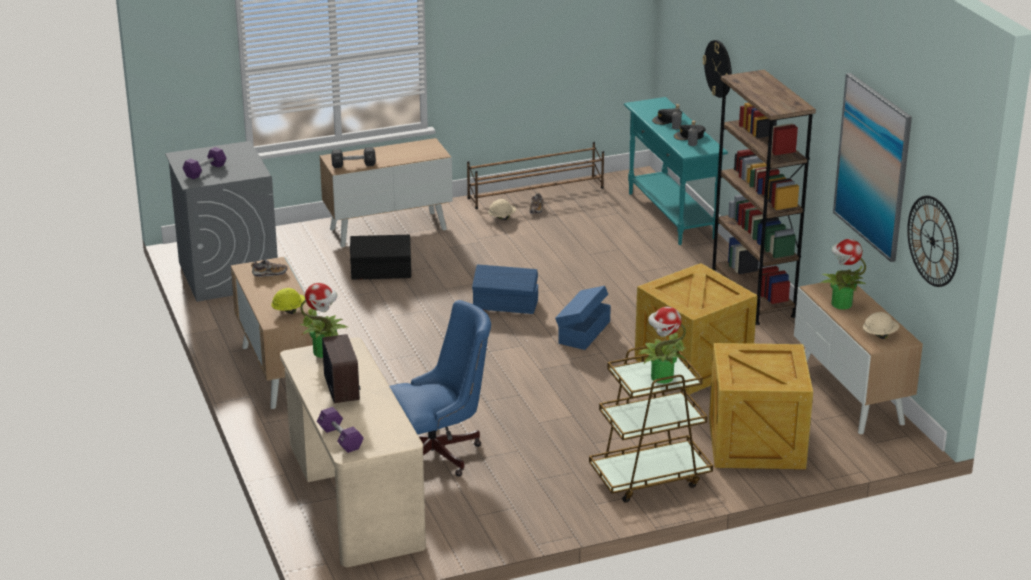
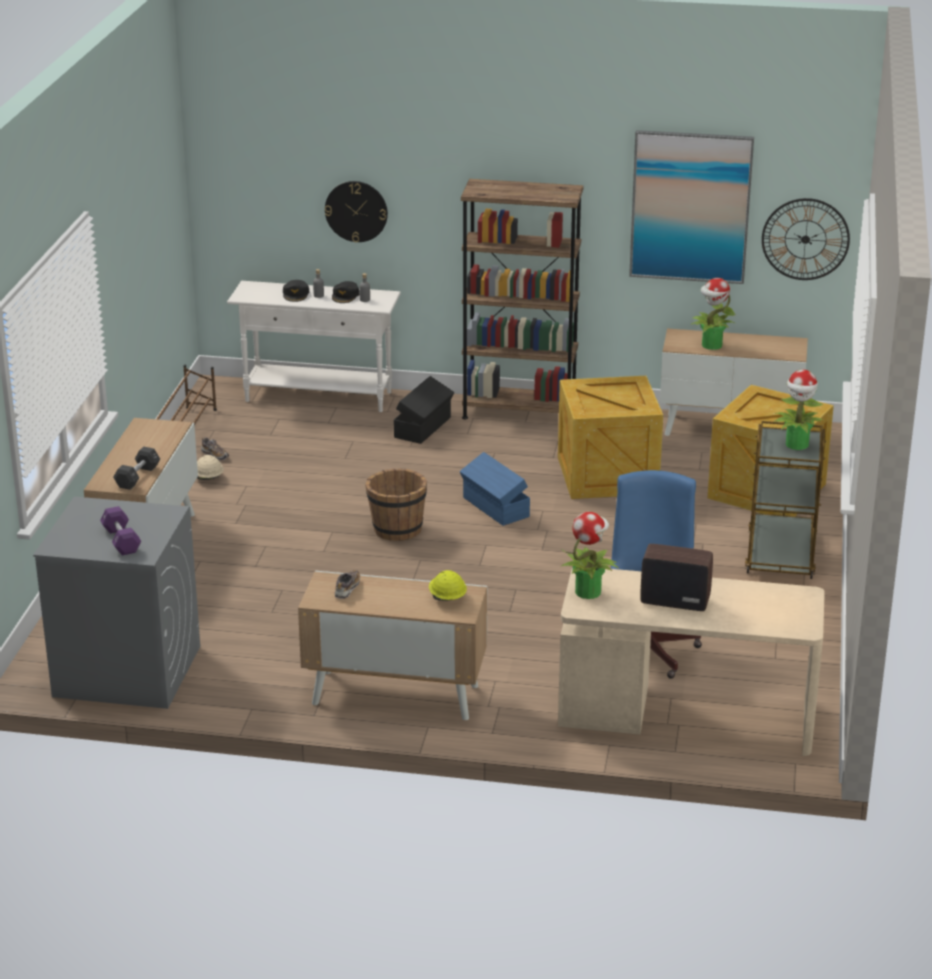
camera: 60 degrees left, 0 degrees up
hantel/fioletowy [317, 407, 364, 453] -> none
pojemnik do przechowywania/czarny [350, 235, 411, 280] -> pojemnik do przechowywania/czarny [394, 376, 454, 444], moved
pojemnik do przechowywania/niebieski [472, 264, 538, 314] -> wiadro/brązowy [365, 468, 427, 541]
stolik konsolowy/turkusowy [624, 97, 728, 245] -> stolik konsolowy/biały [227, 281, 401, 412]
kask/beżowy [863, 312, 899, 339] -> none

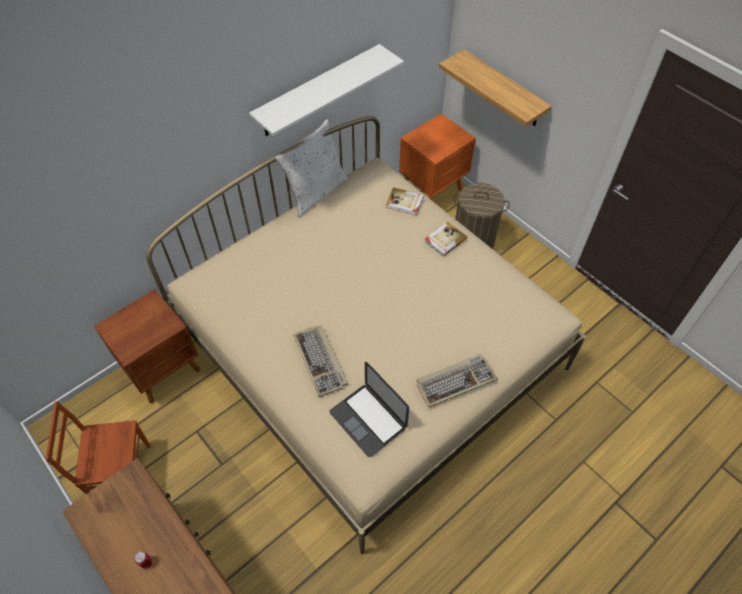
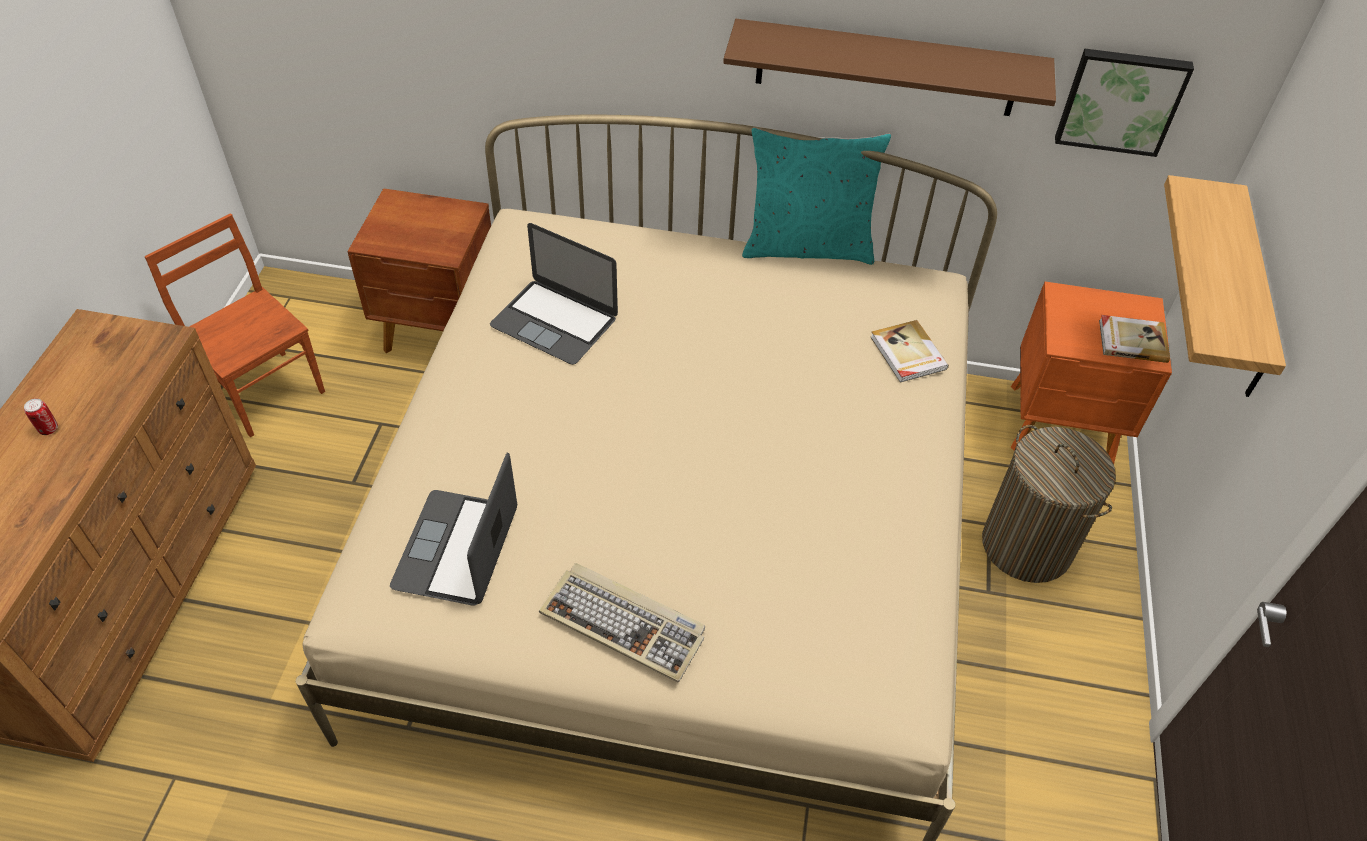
camera: 50 degrees right, 5 degrees down
półka/biały [249, 44, 404, 136] -> półka/brązowy [723, 19, 1056, 116]
poduszka/biały [275, 119, 348, 217] -> poduszka/turkusowy [742, 128, 891, 265]
klawiatura [293, 325, 347, 397] -> none
książka [424, 222, 467, 257] -> książka [1099, 315, 1170, 363], moved
none -> laptop [490, 223, 618, 365]
none -> obraz [1055, 49, 1194, 157]

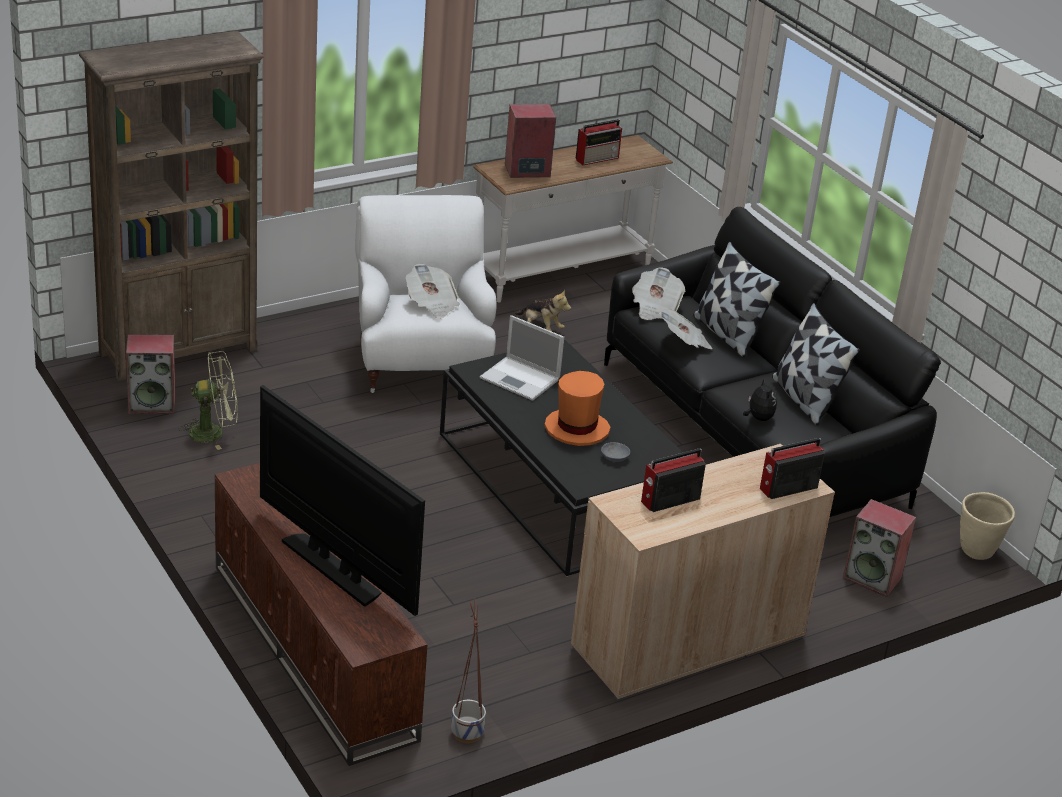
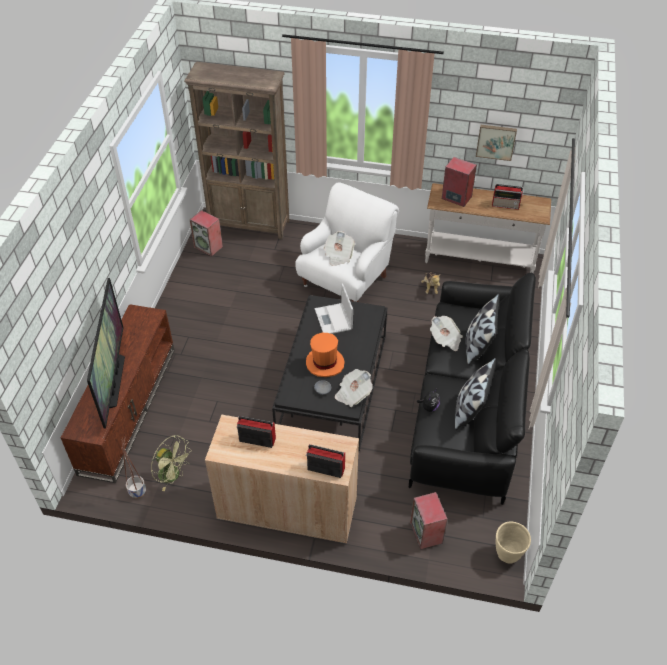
camera: 45 degrees right, 15 degrees up
wentylator/zielony [179, 351, 238, 450] -> wentylator/zielony [151, 435, 192, 491], moved
gazeta [632, 267, 685, 320] -> gazeta [335, 369, 373, 407], moved
none -> obraz [476, 125, 517, 161]

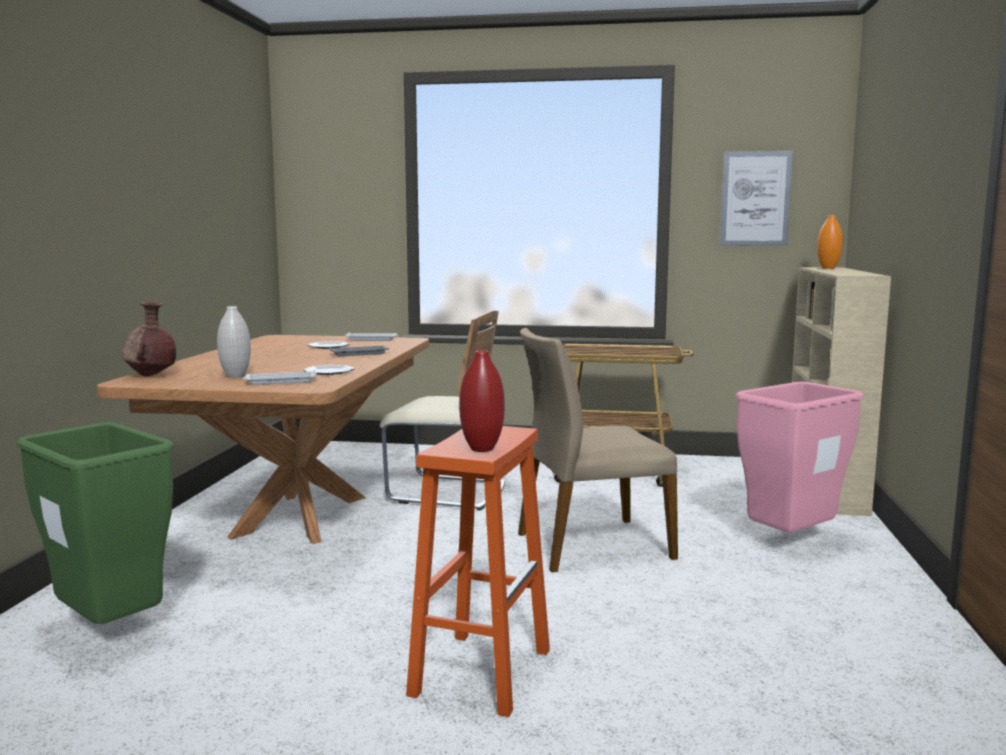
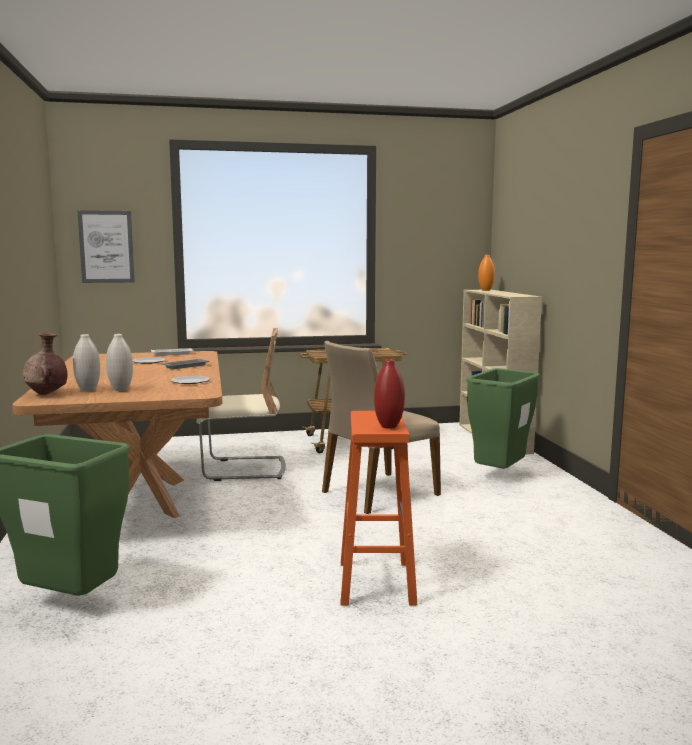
camera: 20 degrees left, 0 degrees up
taca/biały [242, 370, 317, 385] -> none
obraz [720, 151, 793, 246] -> obraz [77, 210, 135, 283], moved
kosz na śmieci/różowy [736, 382, 864, 532] -> kosz na śmieci/zielony [466, 368, 540, 469]
none -> wazon/biały [73, 334, 100, 392]

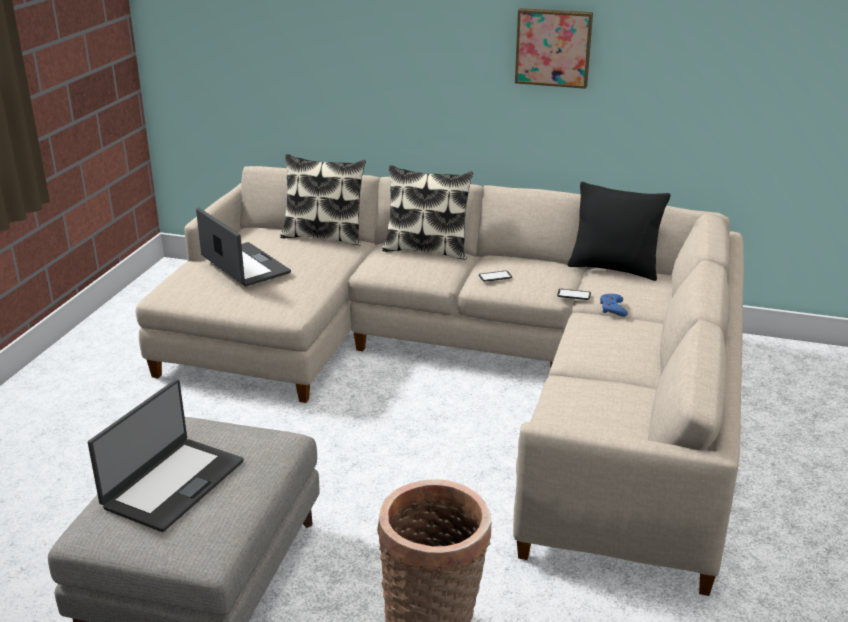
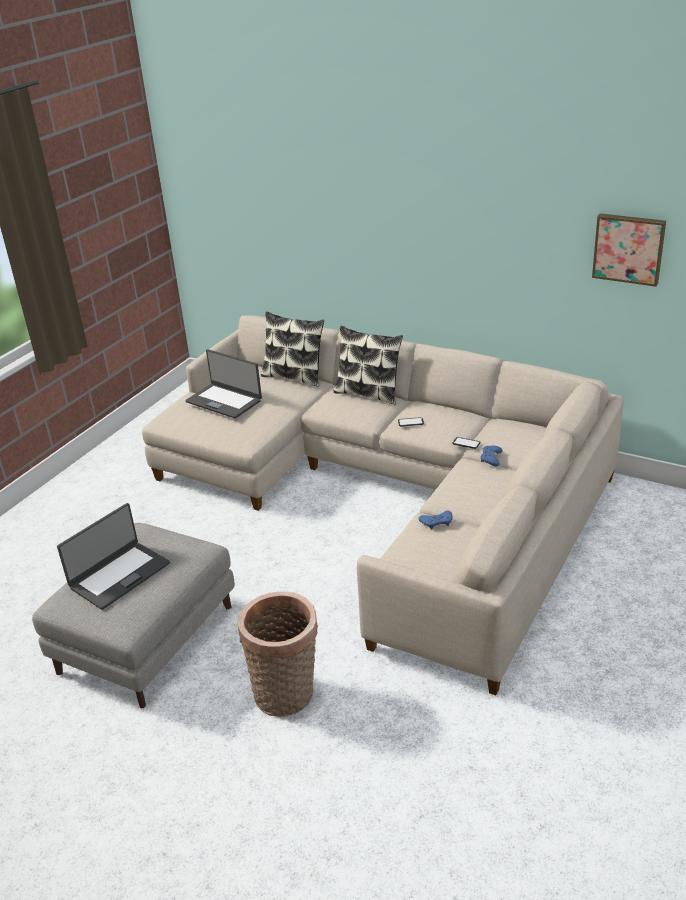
camera: 15 degrees right, 5 degrees up
laptop [196, 208, 291, 286] -> laptop [185, 349, 262, 419], 150 degrees clockwise
obraz [515, 8, 593, 89] -> obraz [592, 214, 666, 287], moved
poduszka/czarny [568, 182, 671, 281] -> none
none -> pad do gier/niebieski [419, 510, 452, 530]

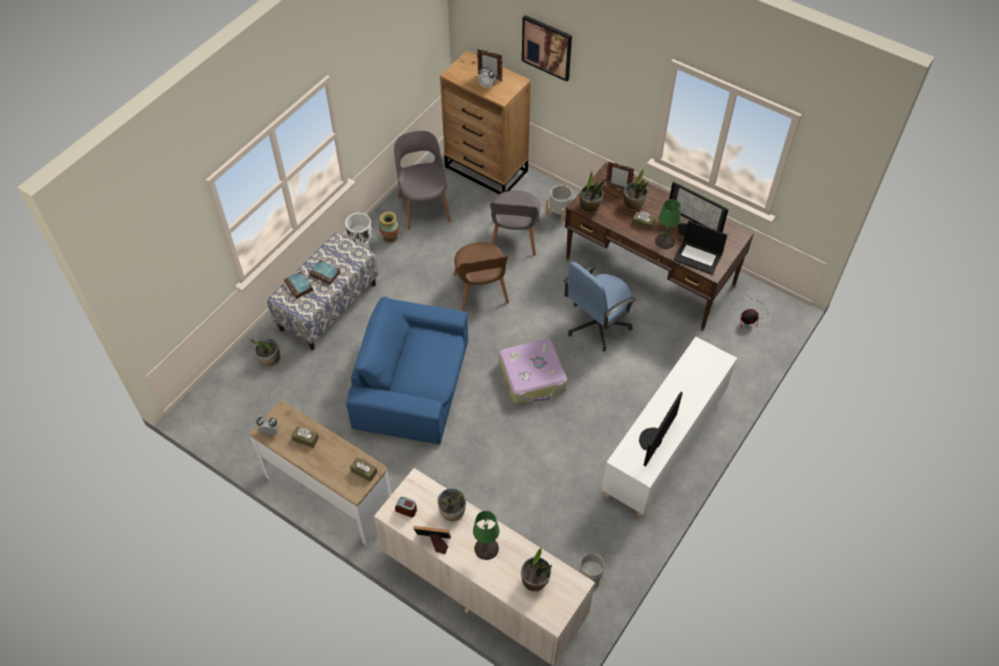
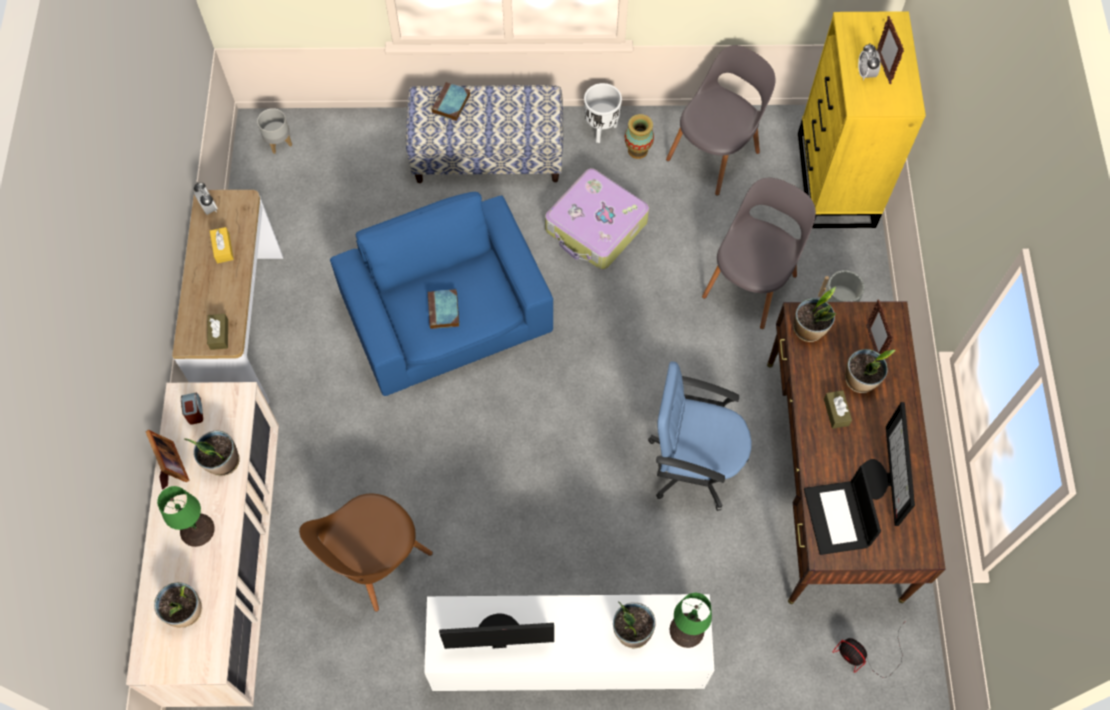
camera: 55 degrees right, 10 degrees up
roślina doniczkowa [251, 338, 280, 366] -> roślina doniczkowa [613, 601, 655, 648], moved
pudełko chusteczek/brązowy [291, 426, 319, 448] -> pudełko chusteczek/żółty [210, 227, 234, 263]
książka [309, 260, 341, 285] -> książka [428, 289, 459, 329], moved
komoda/brązowy [440, 51, 531, 194] -> komoda/żółty [798, 11, 926, 228]
krzesło/brązowy [454, 242, 509, 311] -> krzesło/brązowy [299, 494, 433, 612], moved
krzesło/szary [490, 191, 540, 256] -> krzesło/szary [702, 178, 816, 329], 150 degrees clockwise
walizka [499, 338, 567, 404] -> walizka [545, 168, 649, 270], moved
obraz [522, 15, 572, 82] -> none
donica/szary [579, 553, 604, 586] -> donica/szary [257, 108, 292, 154], moved
lampa stołowa/zielony [655, 199, 681, 249] -> lampa stołowa/zielony [670, 593, 712, 648], moved

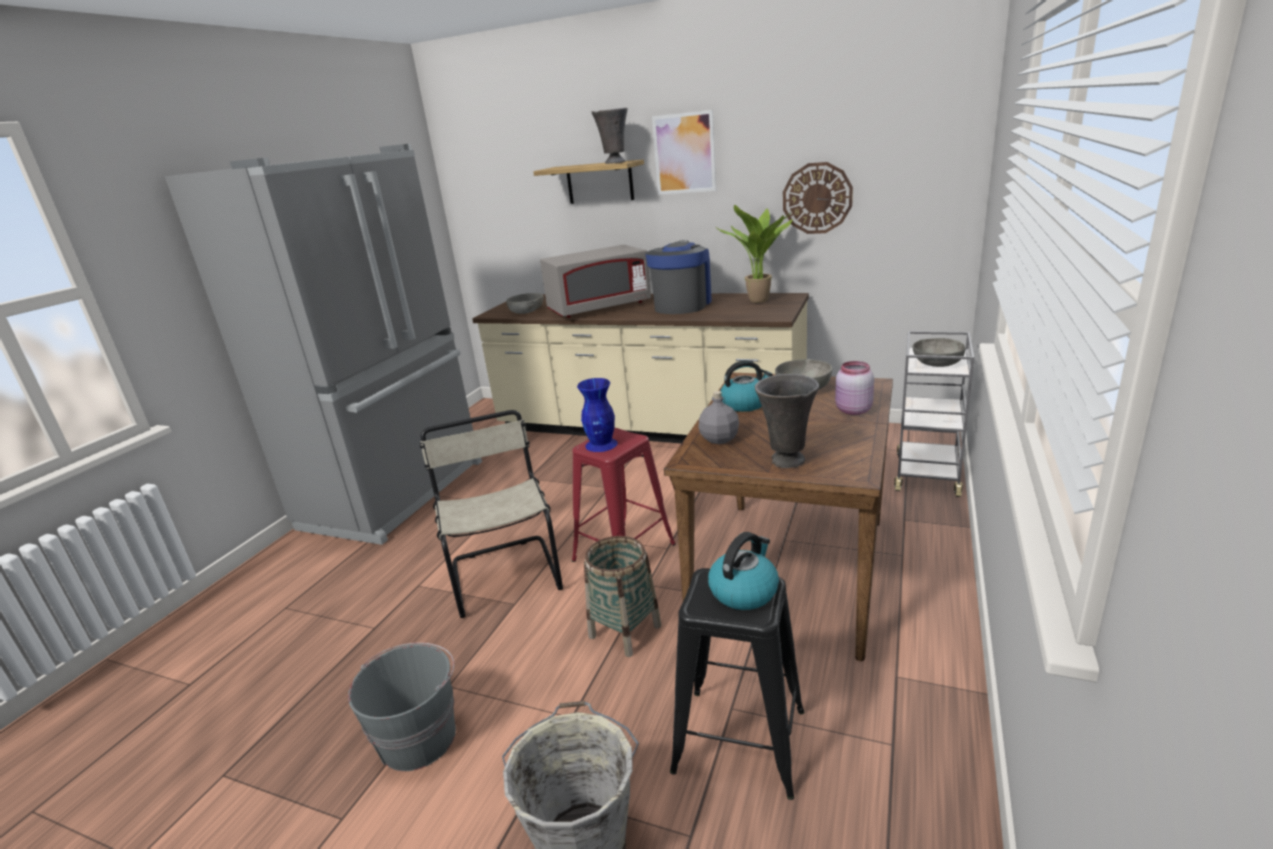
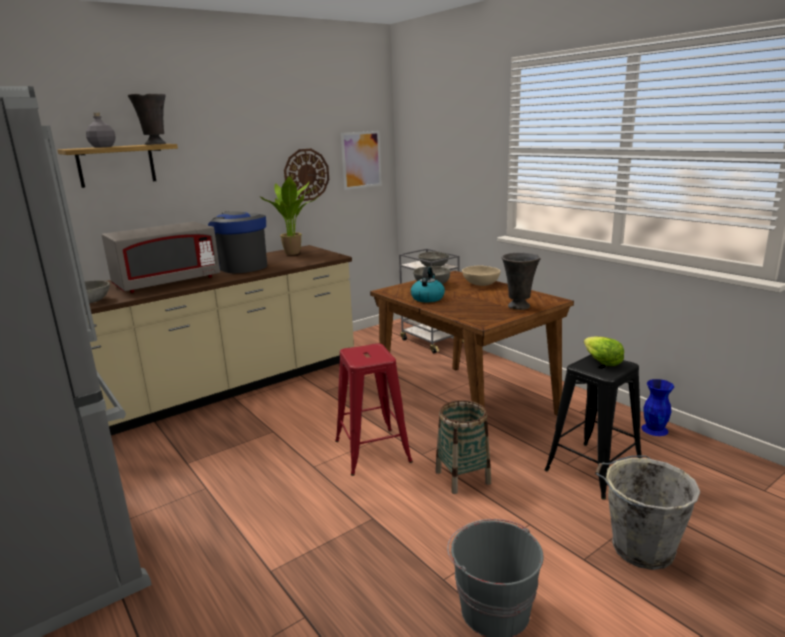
camera: 60 degrees left, 5 degrees down
krzesło/beżowy [420, 410, 563, 618] -> none
mikrofalówka/szary [540, 245, 651, 318] -> mikrofalówka/szary [102, 222, 220, 293], 45 degrees clockwise
wazon/niebieski [577, 378, 618, 452] -> wazon/niebieski [641, 379, 674, 436], moved
obraz [652, 110, 716, 194] -> obraz [341, 131, 382, 190], moved
butelka/szary [699, 391, 739, 444] -> butelka/szary [86, 113, 116, 148], moved
czajnik [708, 532, 779, 610] -> sałata [584, 336, 624, 366]
słoik/różowy [835, 361, 874, 415] -> miska/beżowy [462, 265, 501, 286]

